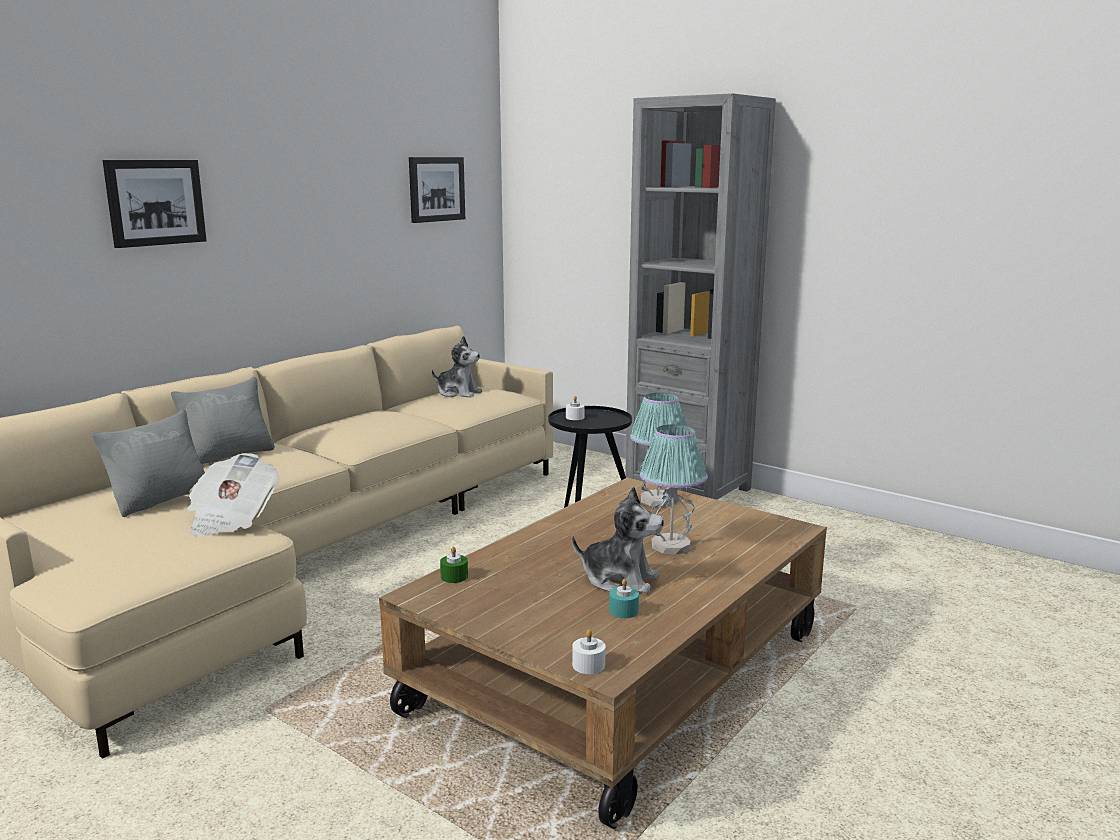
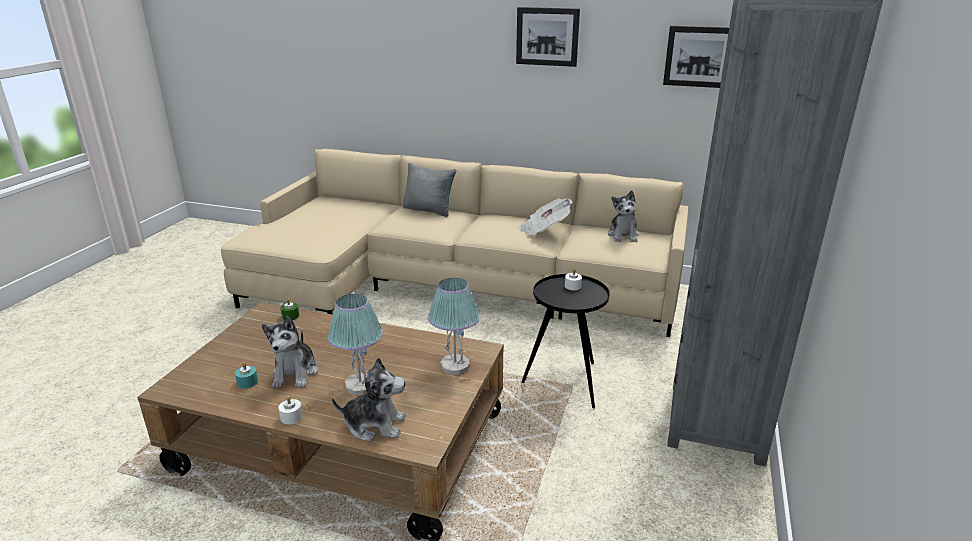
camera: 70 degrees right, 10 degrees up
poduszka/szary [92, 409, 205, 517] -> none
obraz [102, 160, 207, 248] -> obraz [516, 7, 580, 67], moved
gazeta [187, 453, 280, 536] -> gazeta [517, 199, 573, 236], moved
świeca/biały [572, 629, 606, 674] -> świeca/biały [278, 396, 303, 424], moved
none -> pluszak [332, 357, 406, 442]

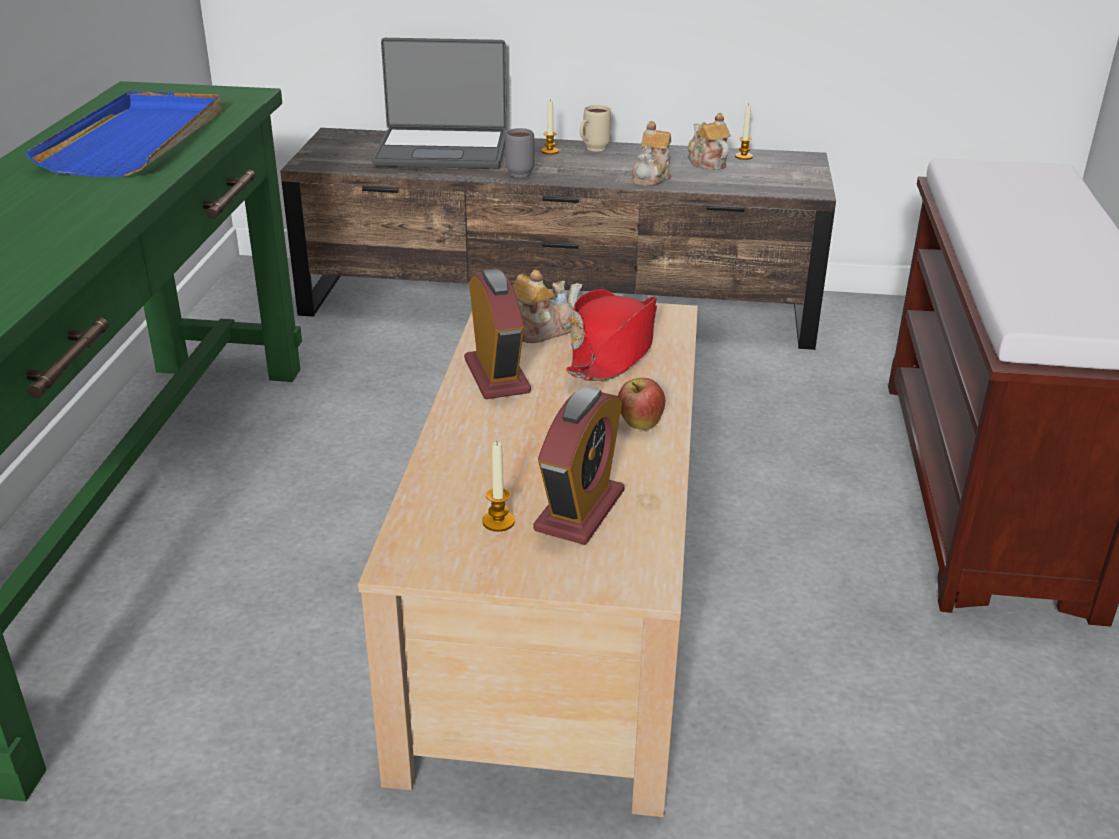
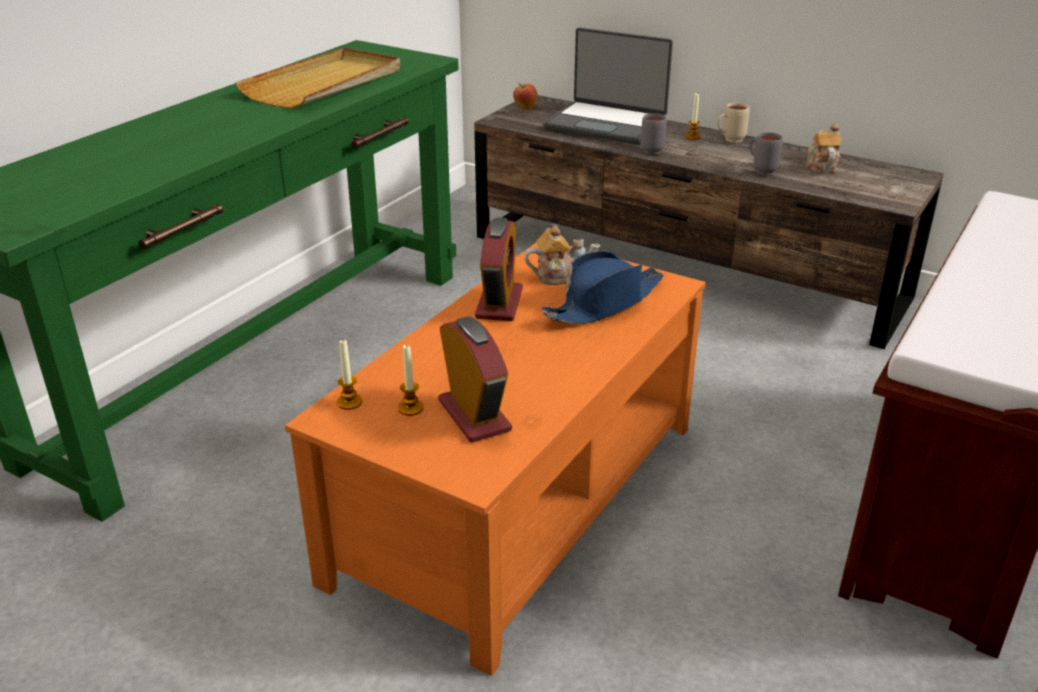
camera: 25 degrees right, 0 degrees up
taca/niebieski [25, 91, 221, 177] -> taca/beżowy [235, 48, 400, 109]
ława/beżowy [358, 303, 698, 817] -> ława/pomarańczowy [285, 243, 706, 676]
budzik [533, 387, 625, 545] -> budzik [438, 317, 512, 443], 75 degrees counterclockwise
kapelusz/czerwony [566, 289, 657, 381] -> kapelusz/niebieski [541, 251, 664, 324]
jabłko [618, 378, 665, 430] -> jabłko [513, 83, 537, 110], moved
imbryk [632, 121, 671, 186] -> kubek/szary [750, 132, 783, 176]
świeca [735, 105, 753, 160] -> świeca [337, 339, 362, 410], moved

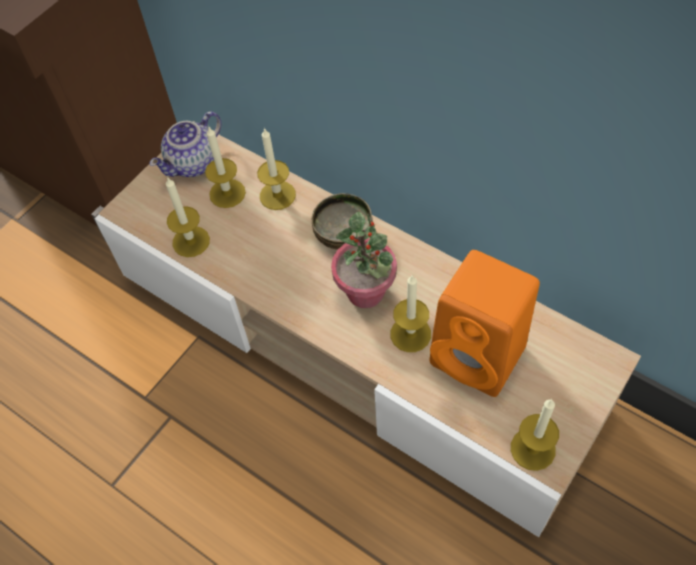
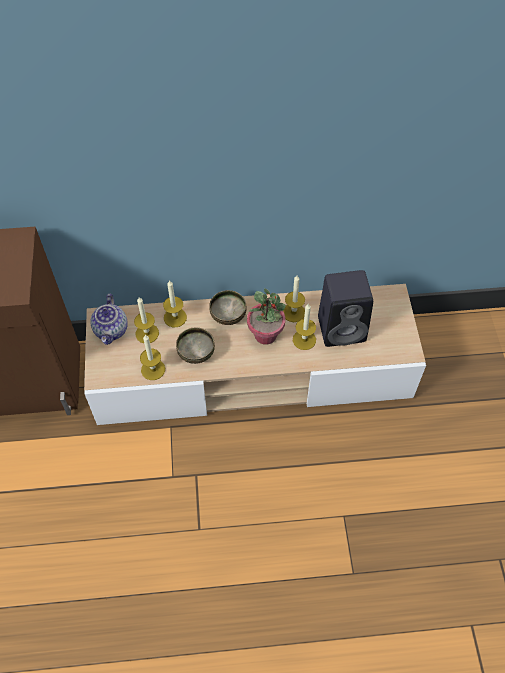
camera: 45 degrees left, 0 degrees up
głośnik/pomarańczowy [430, 250, 540, 397] -> głośnik/czarny [318, 270, 373, 347]
świeca [511, 399, 559, 471] -> świeca [283, 276, 305, 322], moved
none -> miska [176, 327, 215, 364]

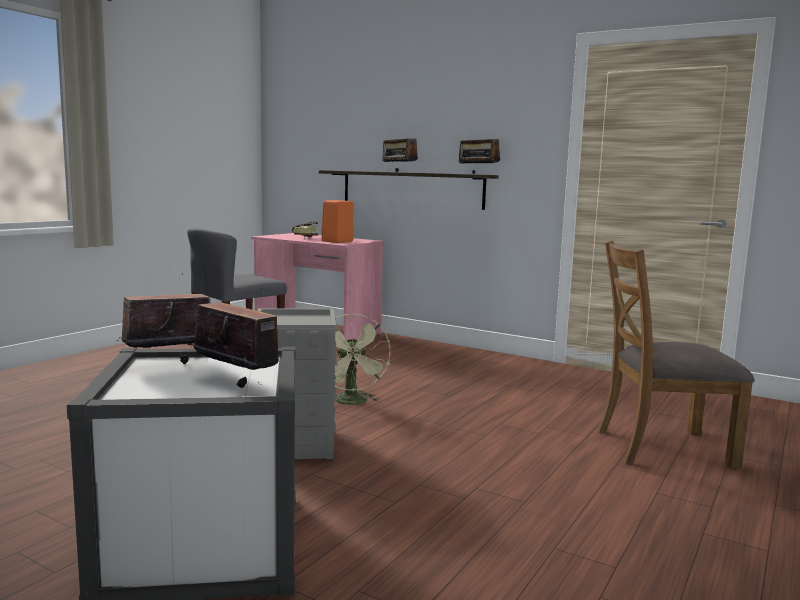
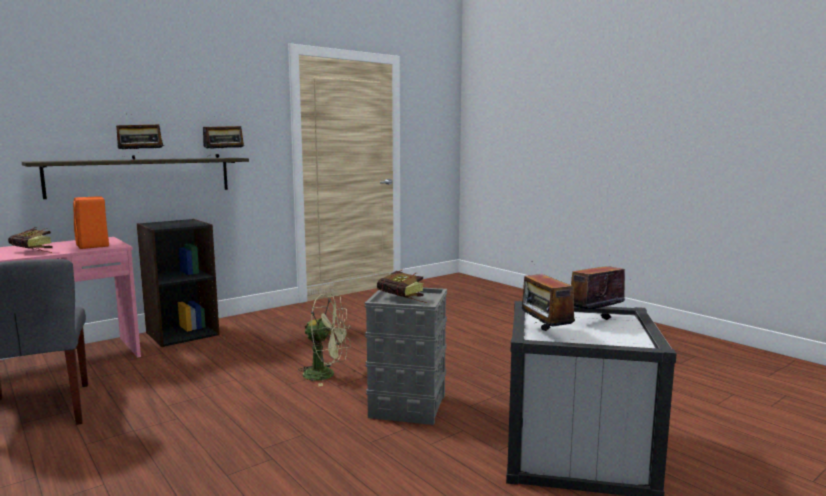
camera: 70 degrees left, 0 degrees up
krzesło/brązowy [597, 241, 755, 468] -> none
none -> regał/czarny [137, 219, 220, 347]
none -> książka [377, 269, 426, 303]

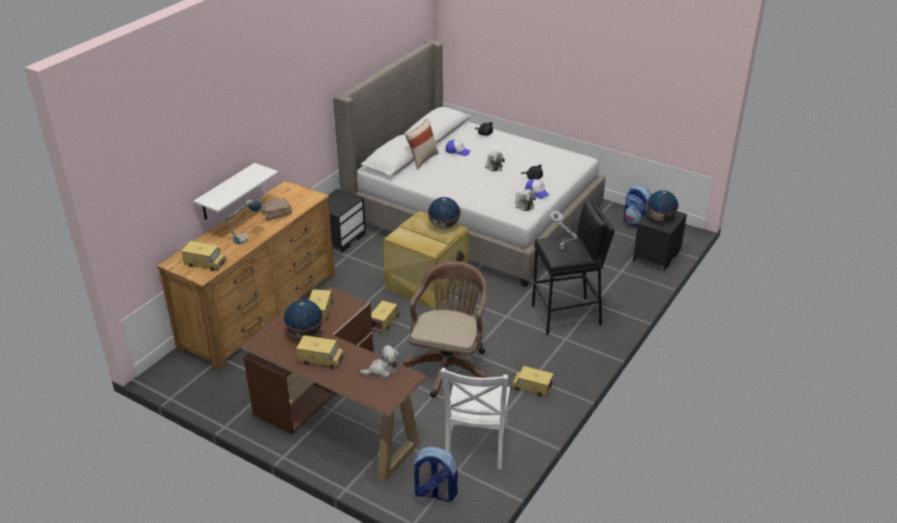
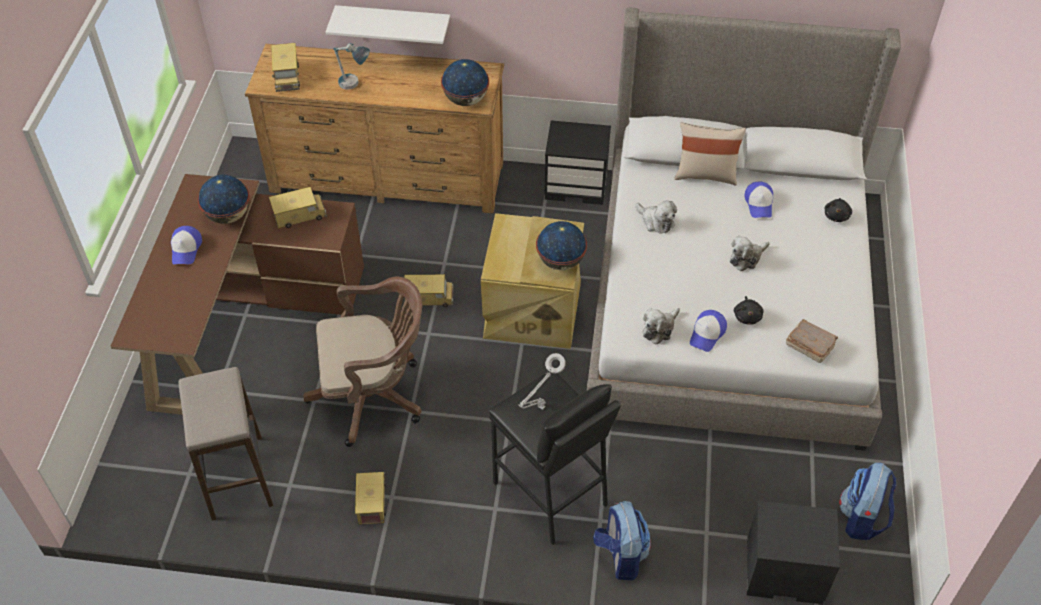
camera: 65 degrees right, 15 degrees up
książka/brązowy [261, 198, 292, 221] -> książka/brązowy [786, 319, 838, 363], moved
ciężarówka zabawkowa [296, 335, 345, 369] -> czapka z daszkiem [171, 226, 202, 264]
pluszak [360, 345, 399, 378] -> pluszak [636, 201, 677, 234], moved
plecak [412, 447, 458, 502] -> plecak [593, 501, 651, 581], moved
krzesło/biały [441, 368, 510, 469] -> stołek [178, 367, 273, 521]
globus [646, 190, 679, 221] -> globus [441, 59, 489, 106], moved

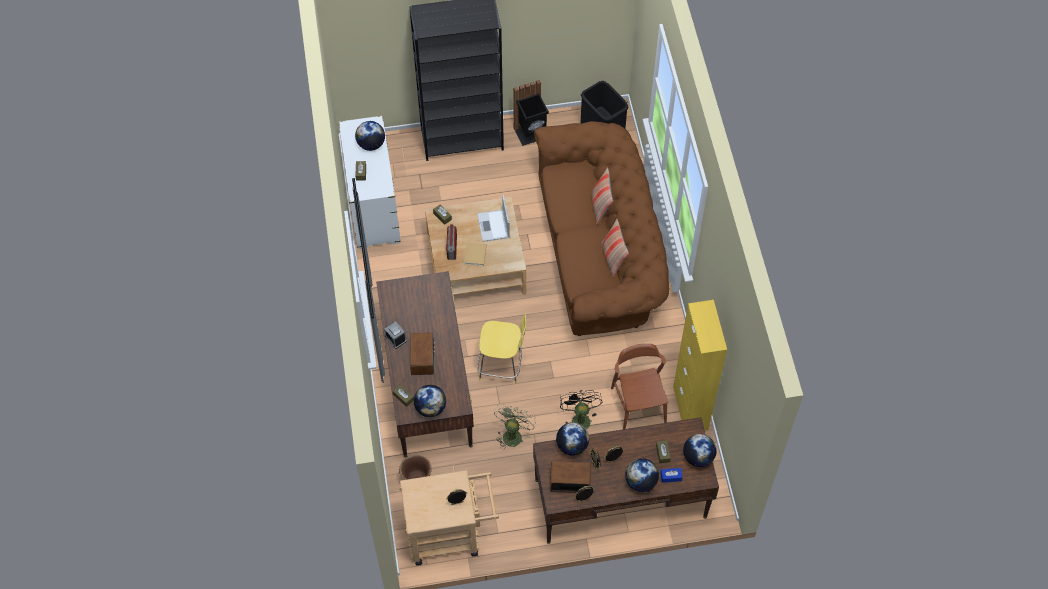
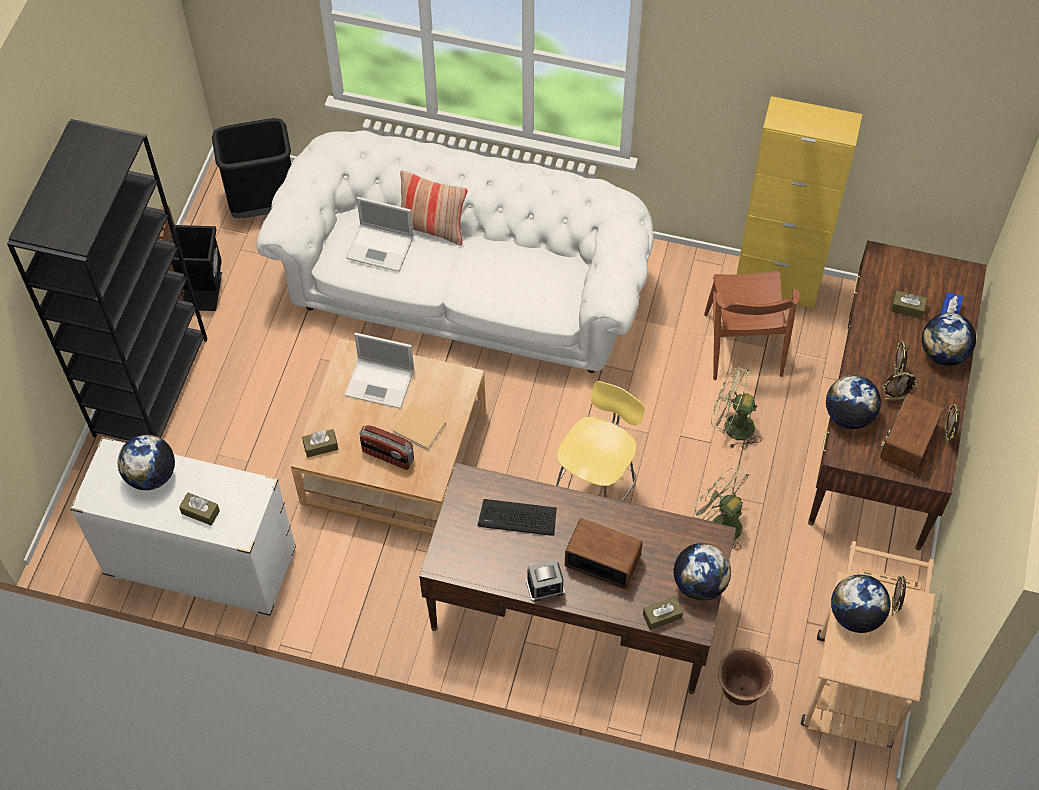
camera: 65 degrees left, 0 degrees up
kanapa/brązowy [534, 121, 669, 336] -> kanapa/biały [257, 131, 653, 373]
wentylator/czarny [560, 390, 602, 429] -> wentylator/zielony [711, 366, 762, 450]
poduszka [601, 219, 629, 278] -> none
krzesło/brązowy [611, 344, 668, 429] -> krzesło/brązowy [704, 271, 800, 380], 105 degrees counterclockwise
globus [683, 434, 717, 467] -> globus [831, 574, 890, 633], moved
none -> laptop [346, 197, 414, 272]
none -> klawiatura [477, 499, 557, 535]

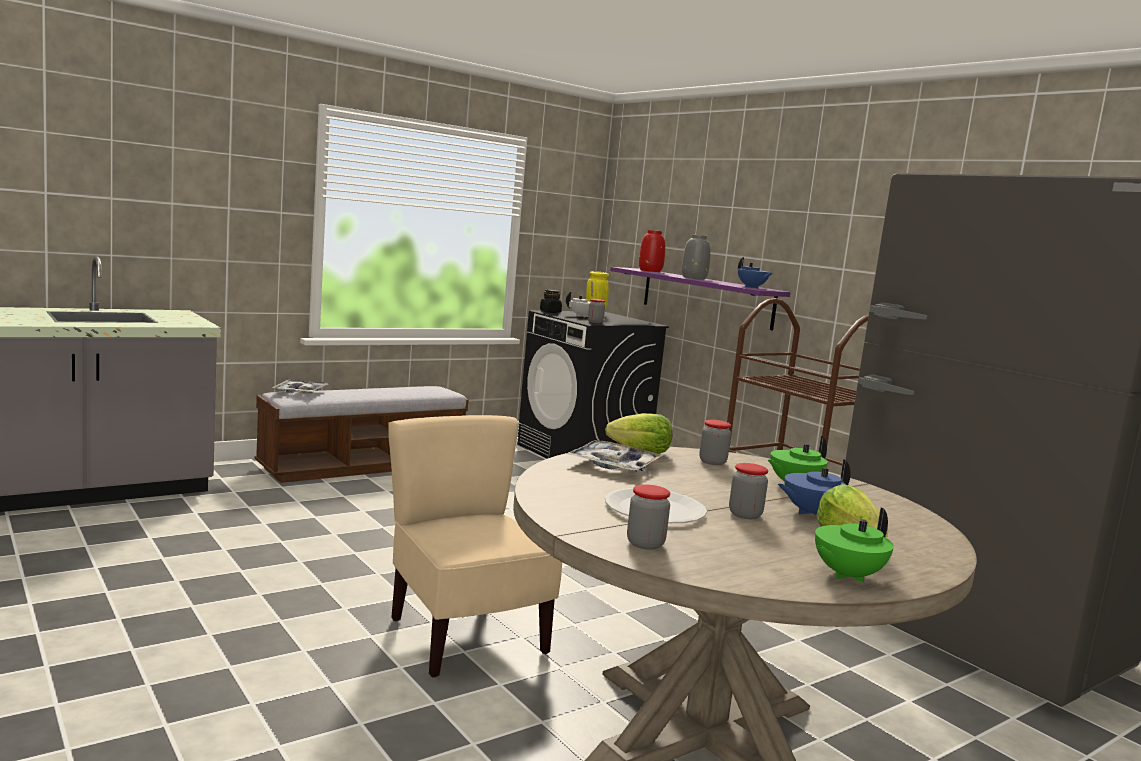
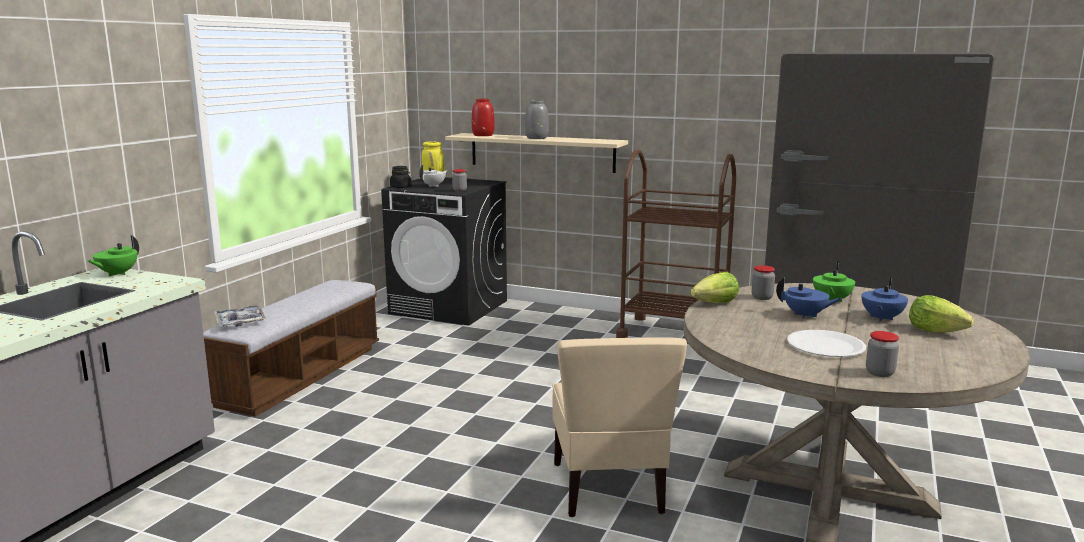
camera: 30 degrees left, 5 degrees up
krzesło/beżowy [388, 415, 562, 678] -> krzesło/beżowy [552, 337, 687, 517], 120 degrees counterclockwise
taca [567, 440, 663, 472] -> none
półka/fioletowy [610, 267, 790, 330] -> półka/beżowy [445, 133, 628, 173]
słoik [729, 463, 768, 519] -> none
imbryk/niebieski [738, 257, 772, 288] -> imbryk/niebieski [776, 277, 842, 319], moved
imbryk/zielony [815, 508, 894, 583] -> imbryk/zielony [88, 235, 139, 277], moved

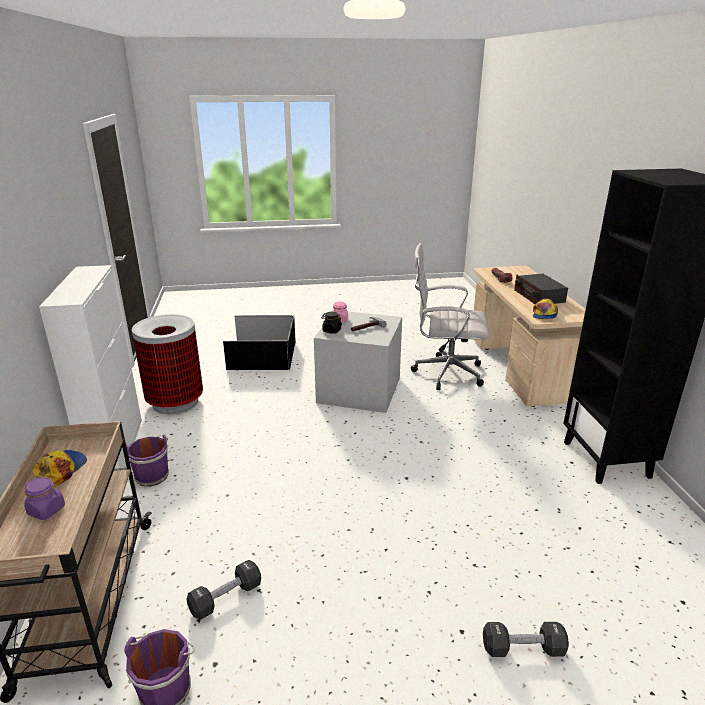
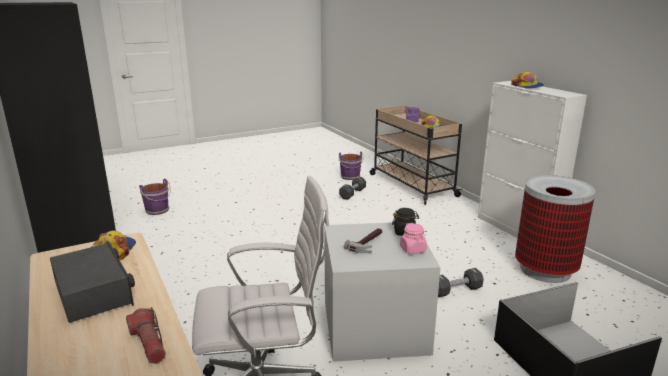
camera: 160 degrees right, 5 degrees down
wiadro/fioletowy [126, 435, 169, 487] -> wiadro/fioletowy [139, 179, 171, 215], moved
hantel/czarny [483, 622, 569, 657] -> hantel/czarny [438, 268, 484, 297], moved
none -> czapka z daszkiem [511, 71, 544, 89]

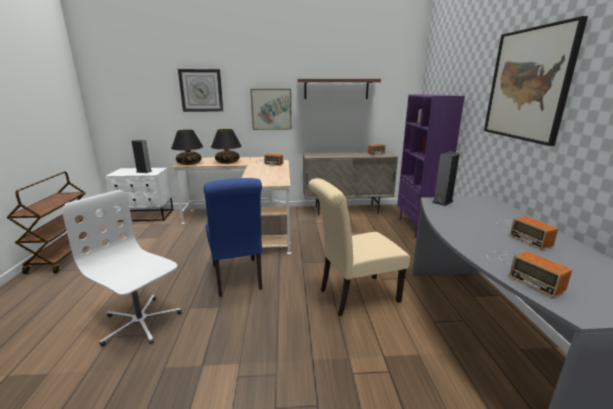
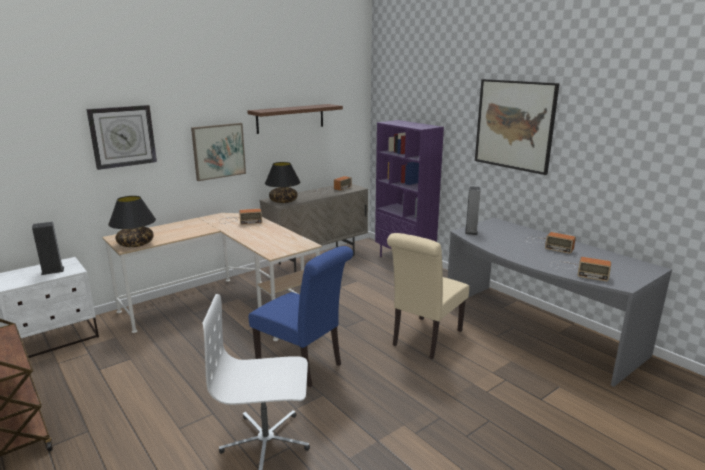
camera: 35 degrees left, 0 degrees up
lampa stołowa/czarny [211, 129, 242, 164] -> lampa stołowa/czarny [265, 162, 301, 203], moved

